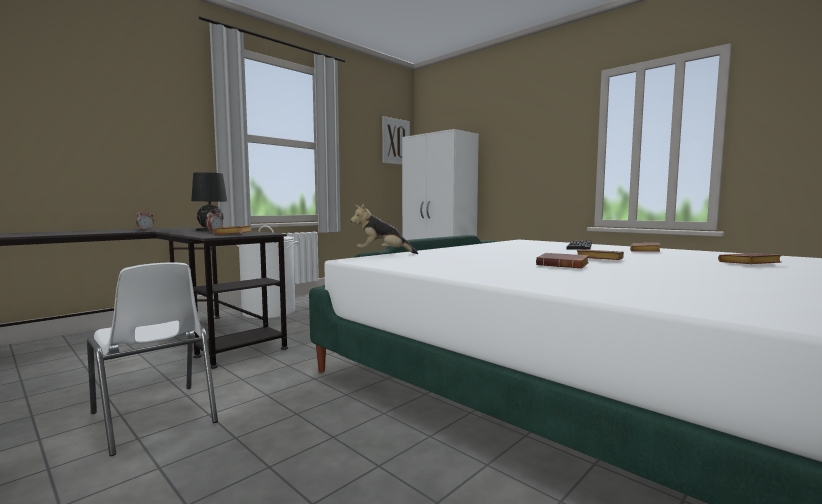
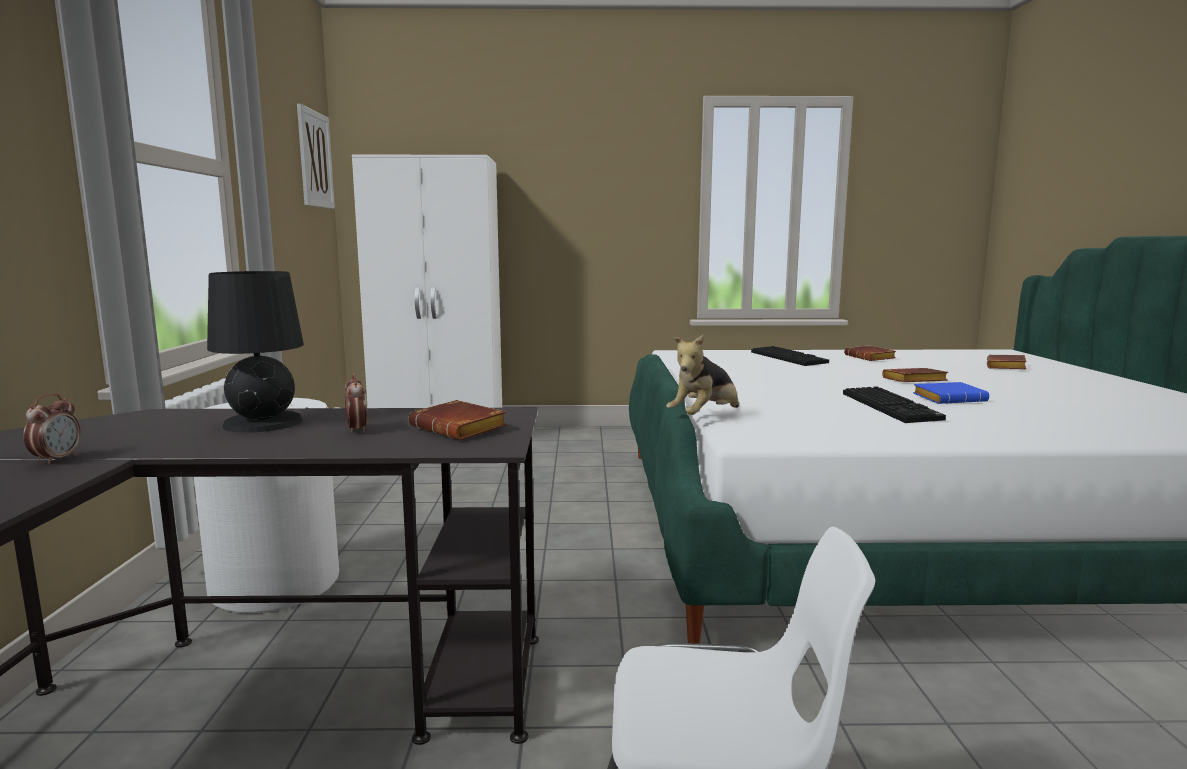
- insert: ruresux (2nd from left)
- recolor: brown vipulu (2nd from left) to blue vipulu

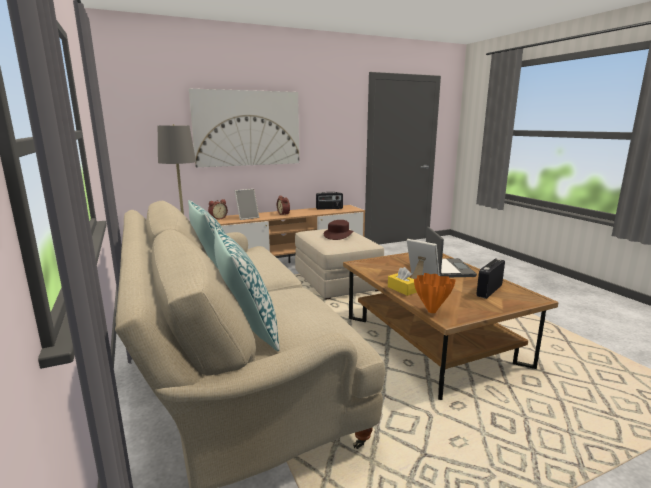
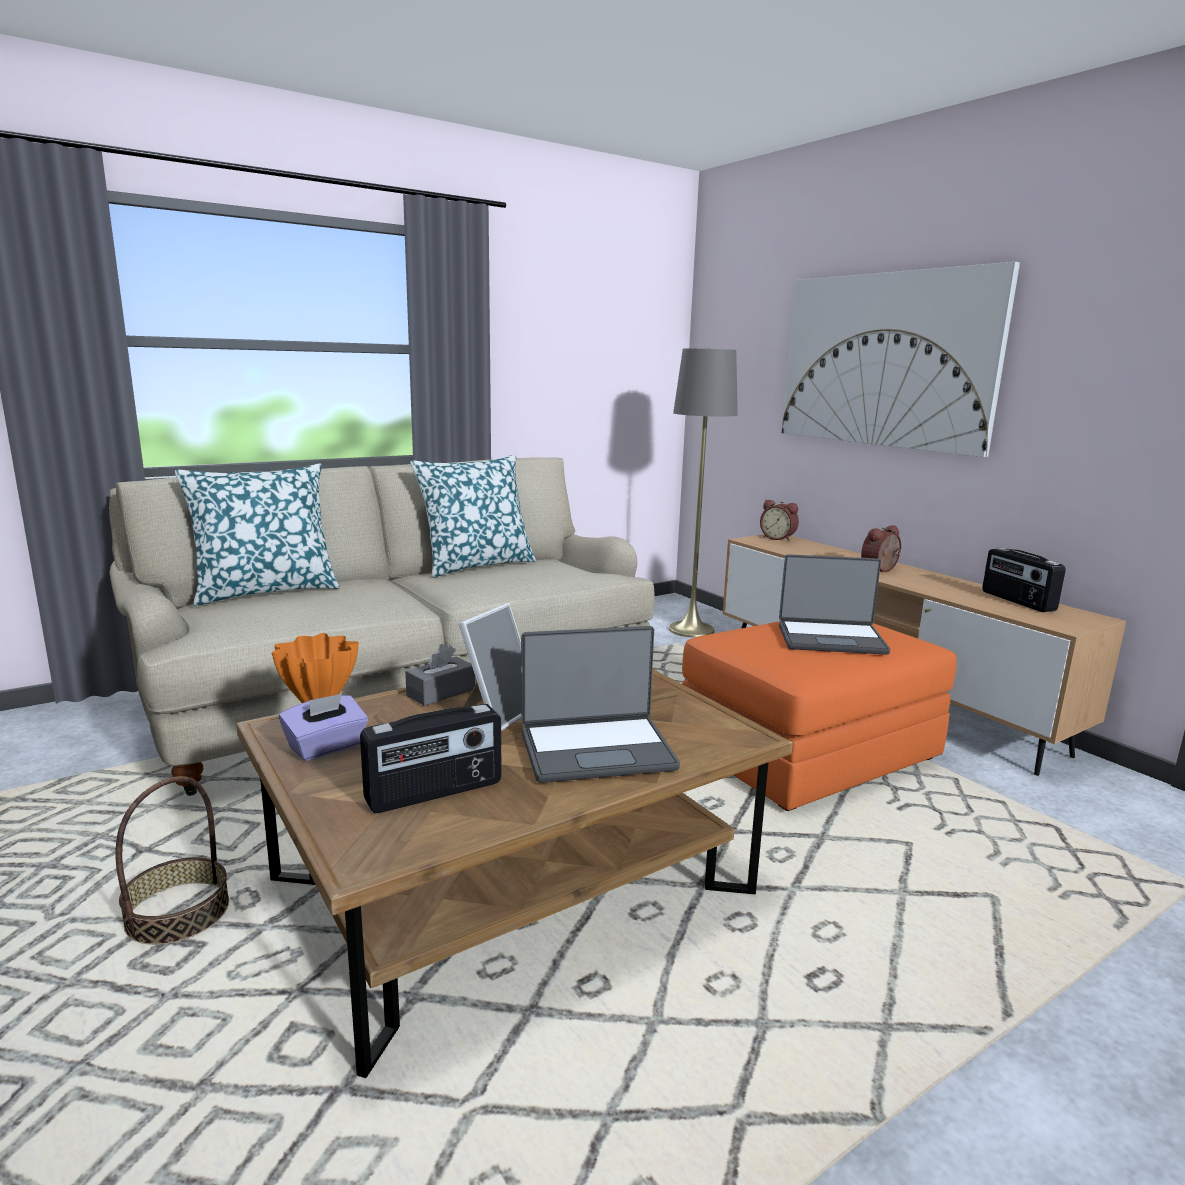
- delete: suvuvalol (1st from left)
- insert: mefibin
- insert: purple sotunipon
- replace: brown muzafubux to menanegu (2nd from left)
- recolor: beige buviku to orange buviku
- recolor: yellow sotunipon to grey sotunipon
- rotate: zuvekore (2nd from left in the first image) 120 degrees clockwise

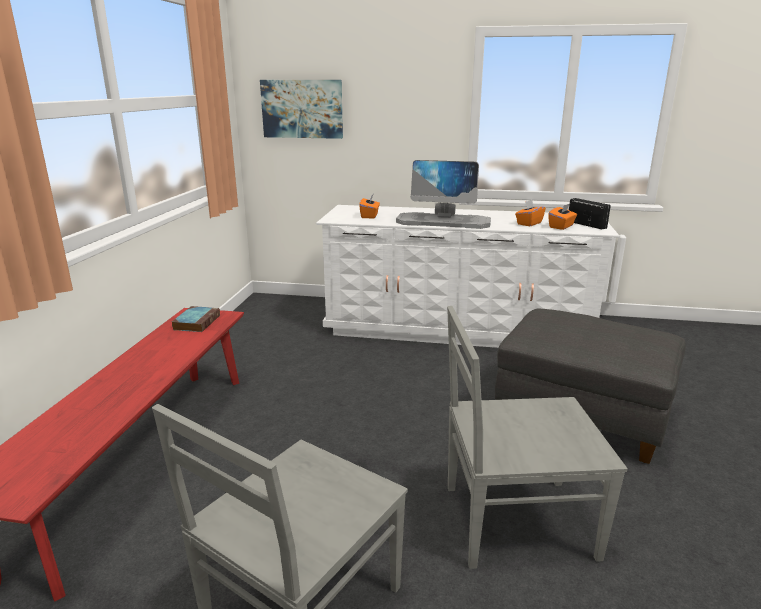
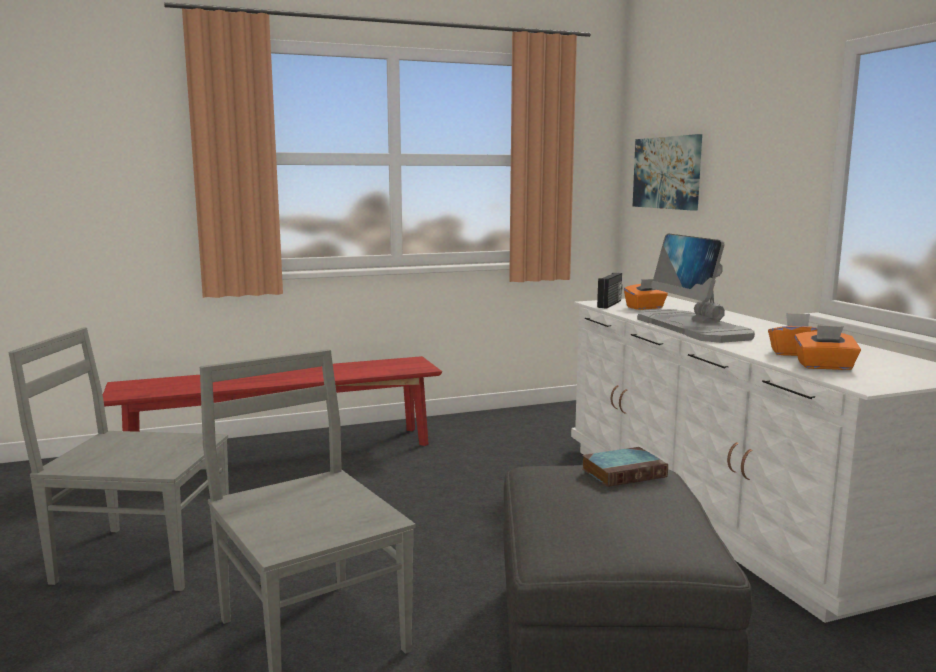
- move: vipulu
- move: zuvekore

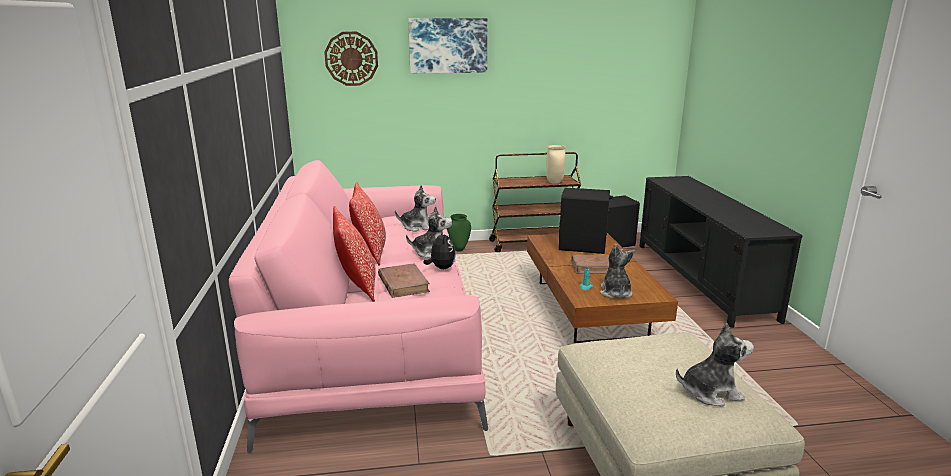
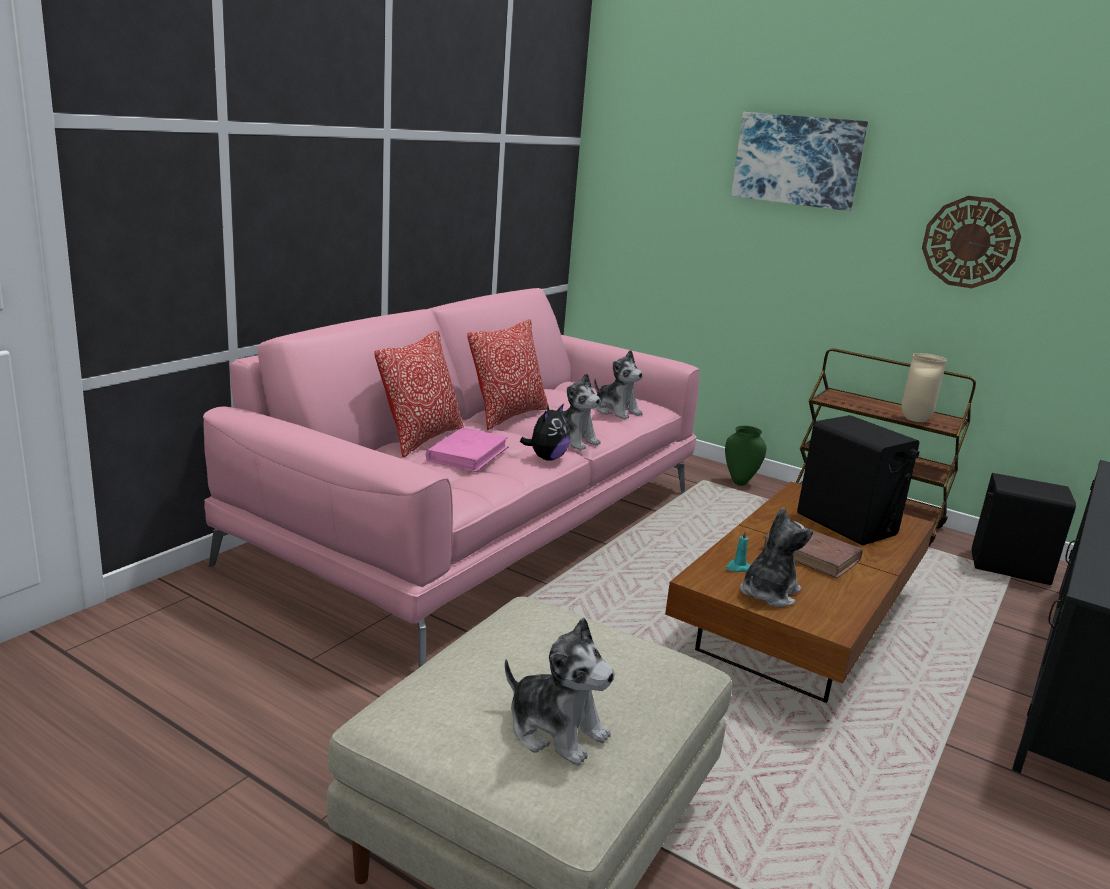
- move: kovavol
- recolor: brown vipulu (1st from left) to pink vipulu

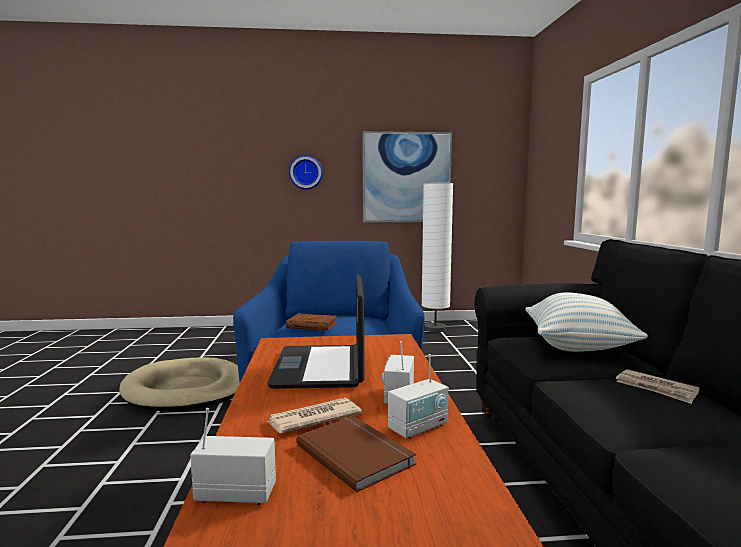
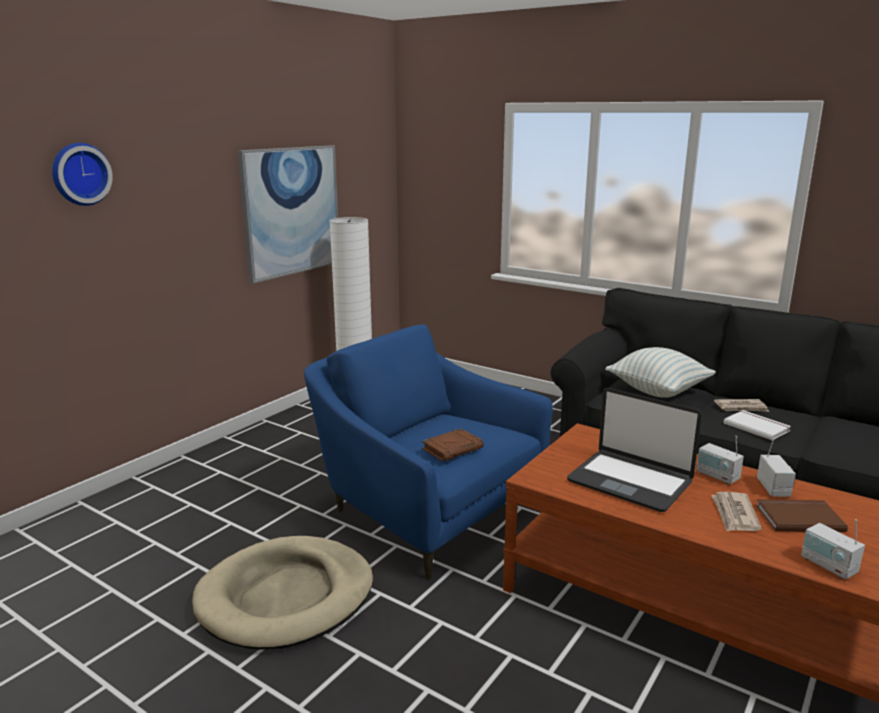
- insert: white vipulu
- move: kovavol
- rotate: zuvekore (1st from left in the first image) 75 degrees counterclockwise

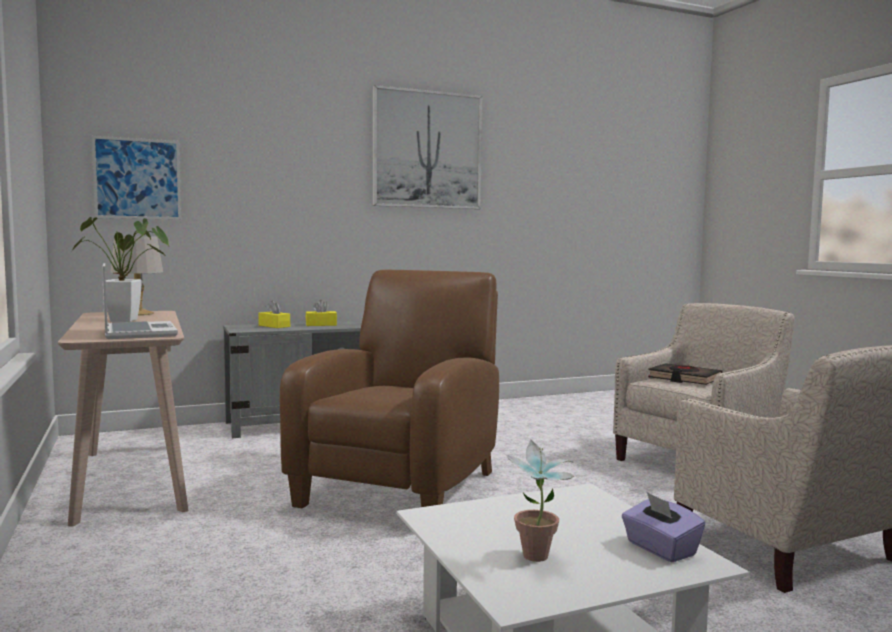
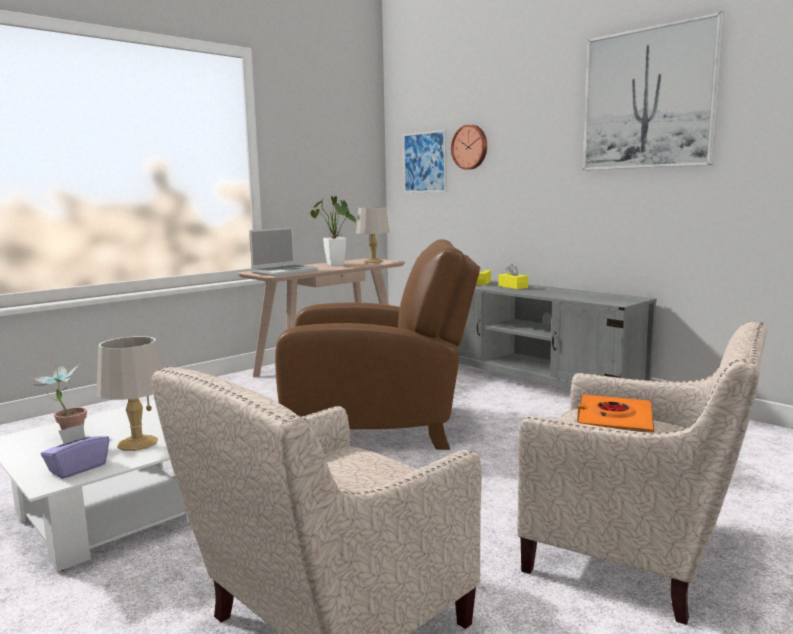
- insert: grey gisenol (1st from left)
- insert: kovavol
- recolor: black vipulu to orange vipulu

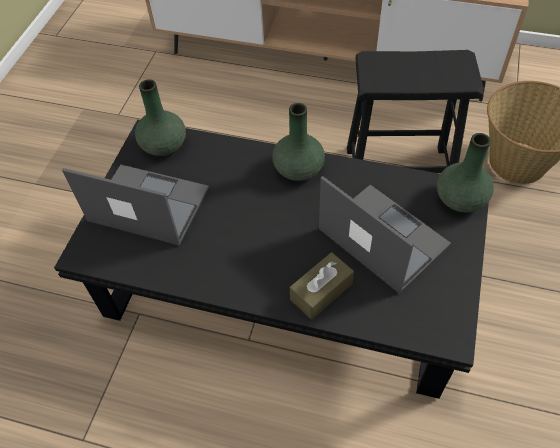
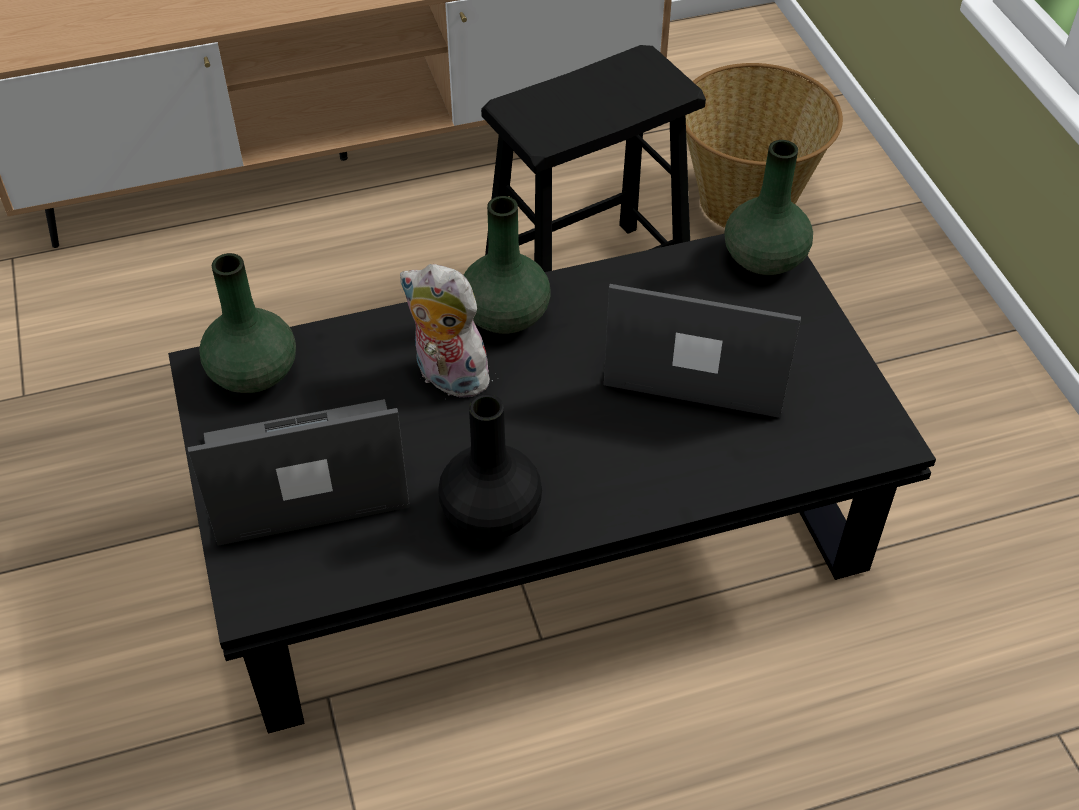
- delete: brown sotunipon
- insert: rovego
- insert: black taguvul

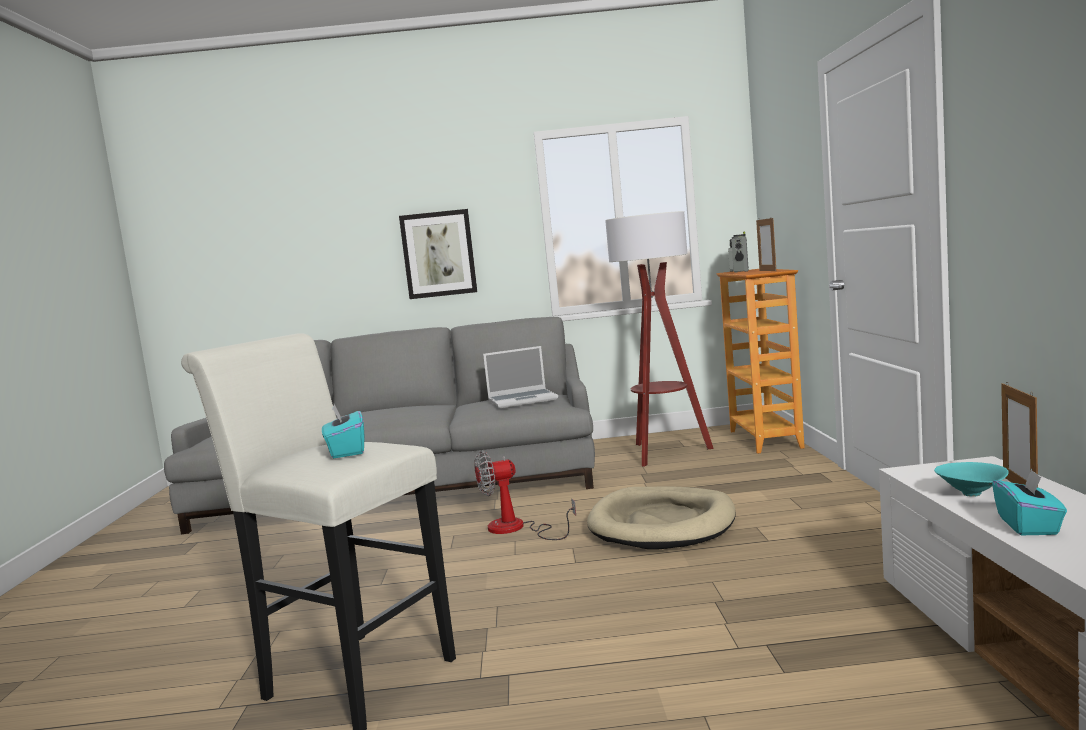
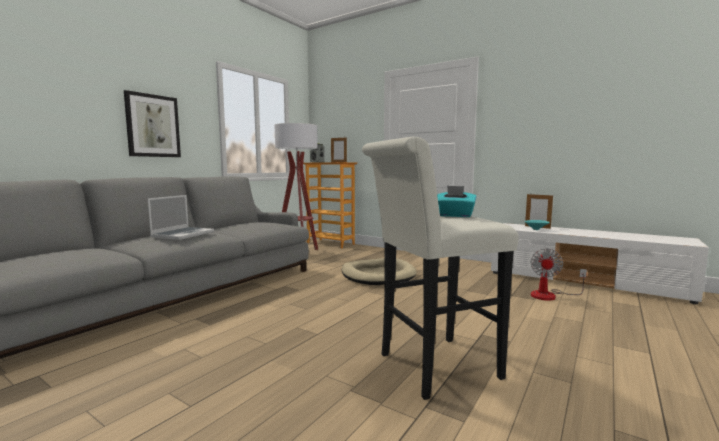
- delete: turquoise sotunipon (2nd from left)
- move: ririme
- move: menanegu

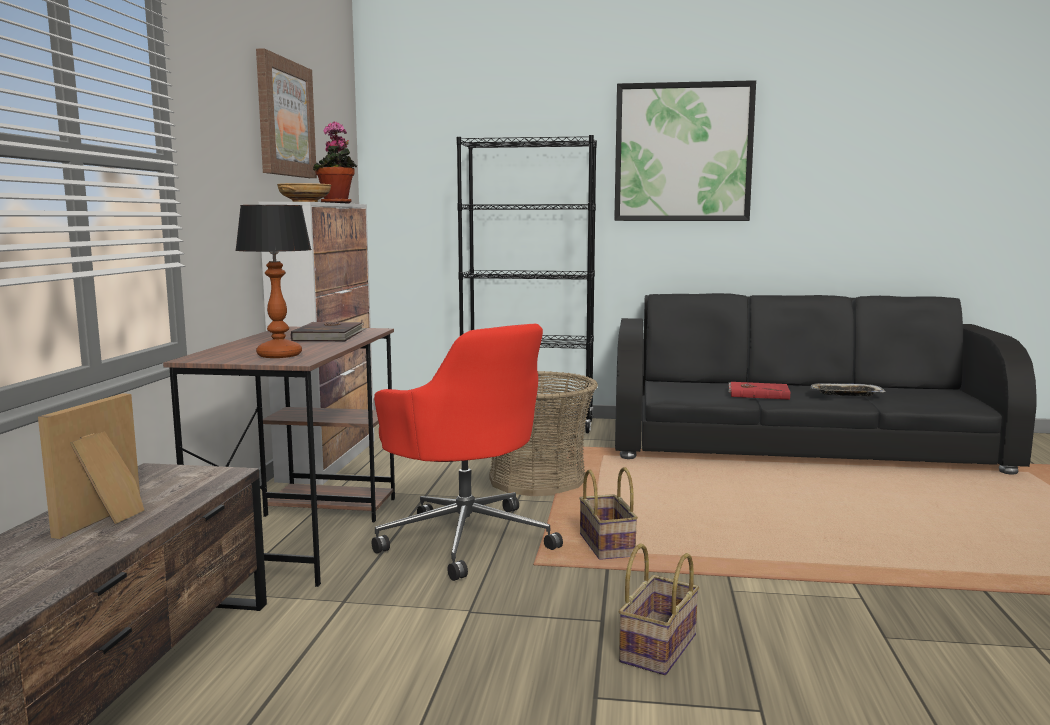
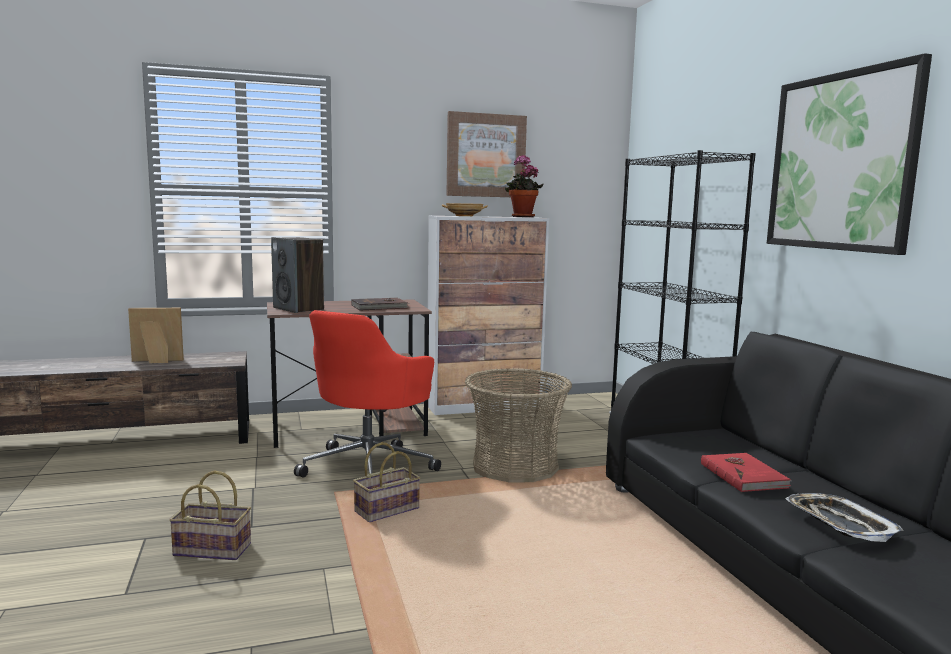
- replace: gisenol to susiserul

